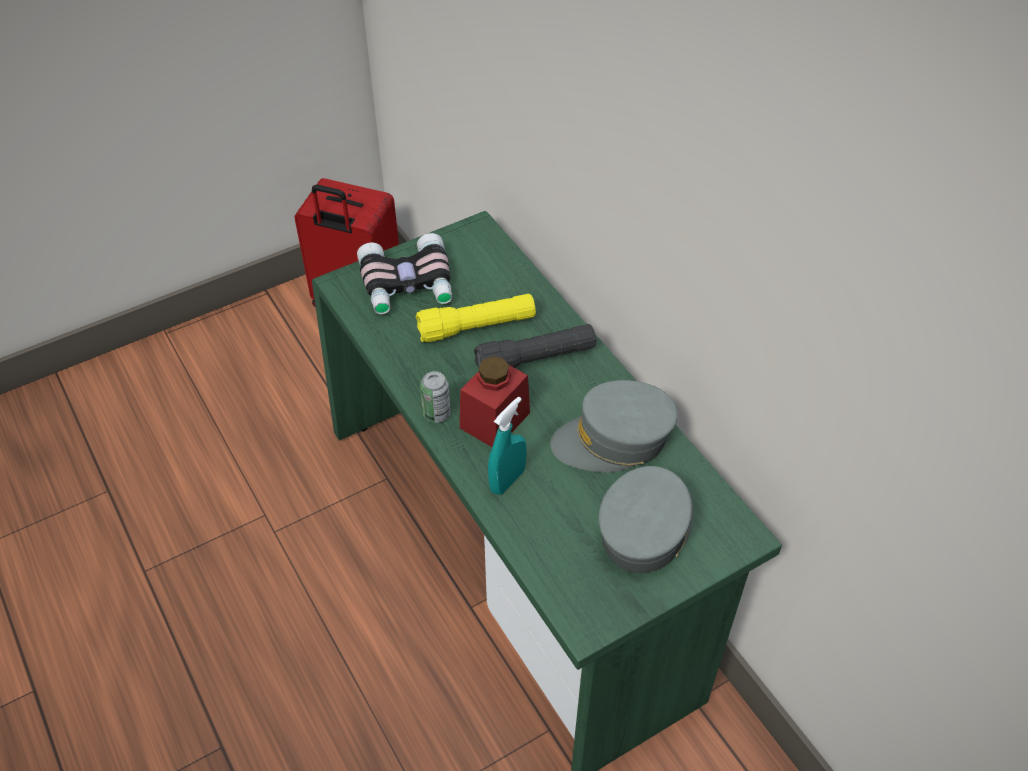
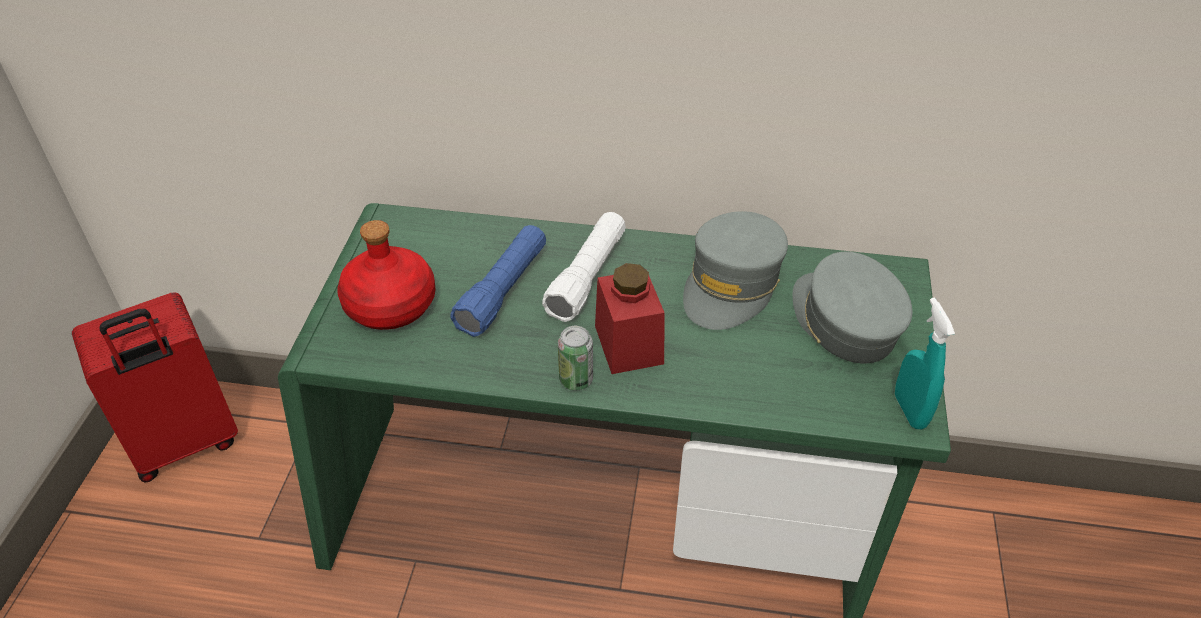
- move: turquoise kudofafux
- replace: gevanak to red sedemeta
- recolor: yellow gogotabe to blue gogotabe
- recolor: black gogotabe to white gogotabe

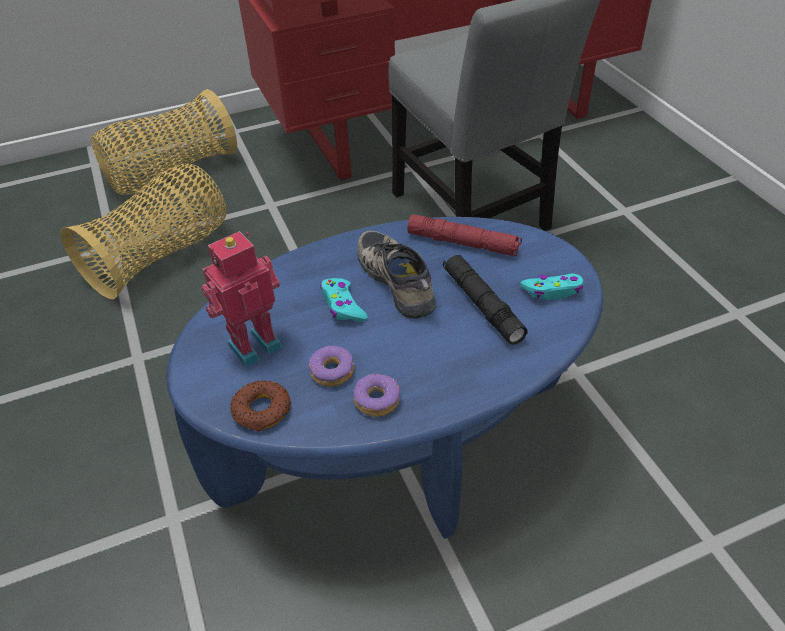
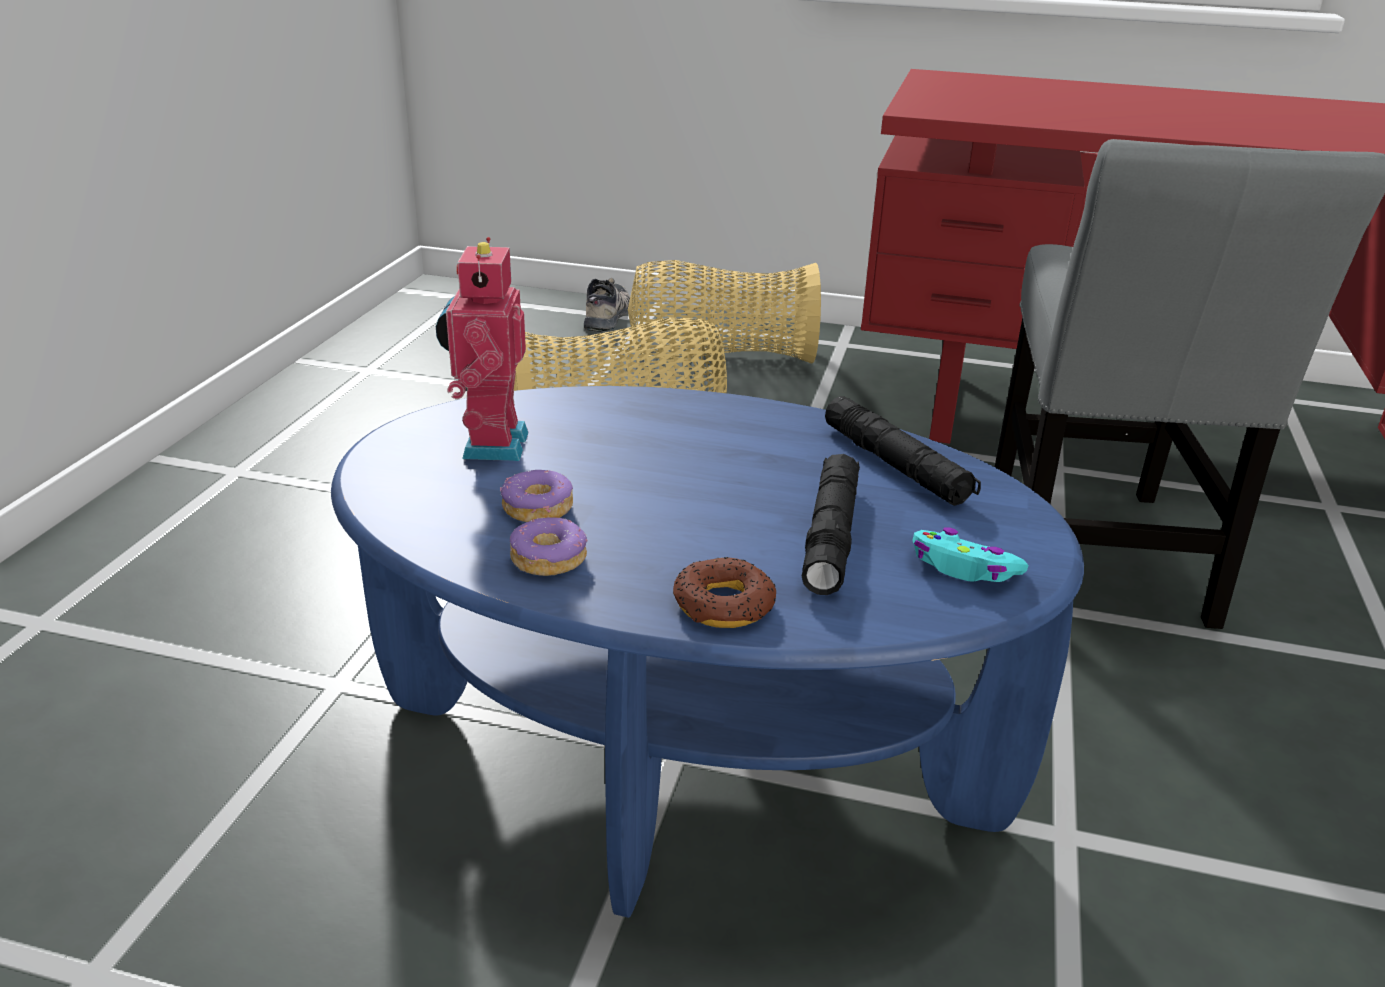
- delete: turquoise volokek (1st from left)
- move: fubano (1st from left in the first image) to fubano (3rd from left)
- move: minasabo
- recolor: red gogotabe to black gogotabe (2nd from left)
- rotate: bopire 90 degrees counterclockwise

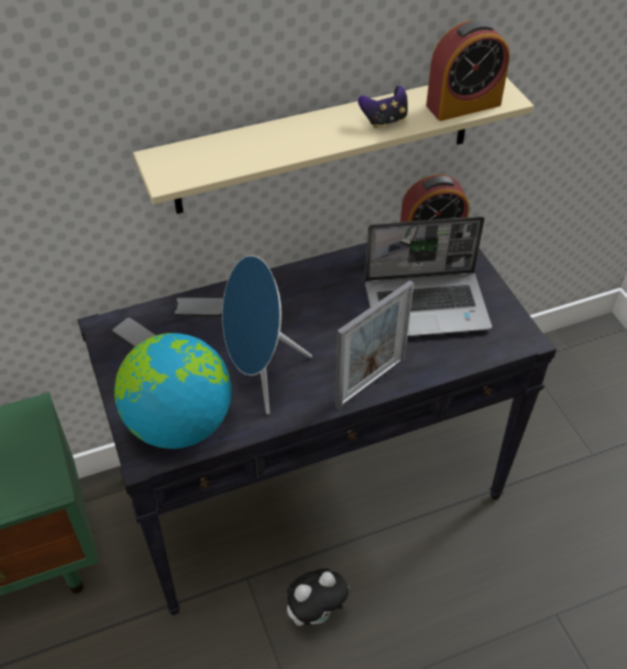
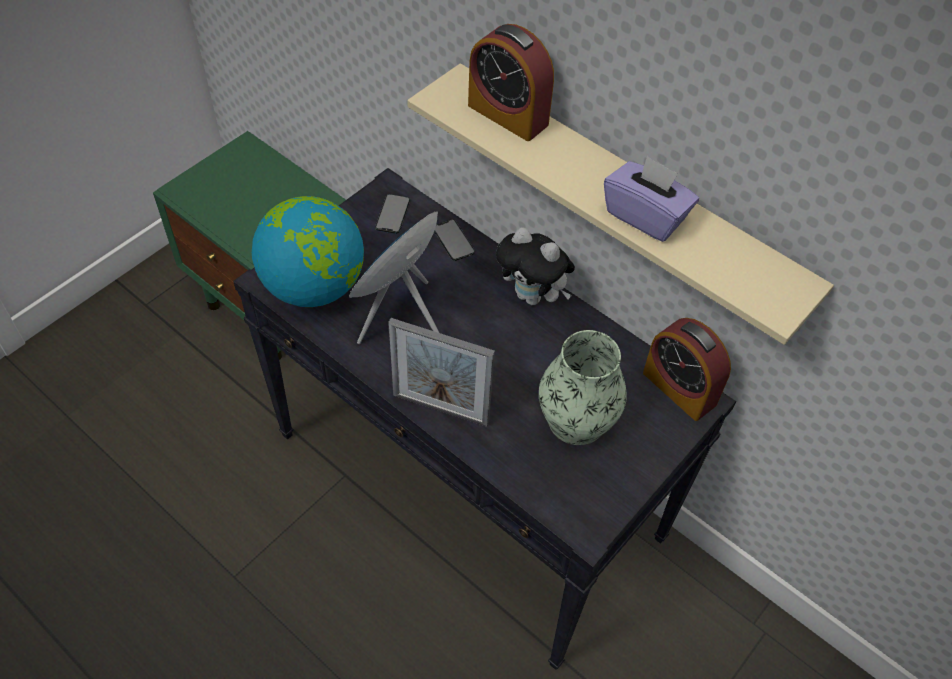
- move: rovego
- move: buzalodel (2nd from left in the first image) to buzalodel (1st from left)
- replace: volokek to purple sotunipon
- replace: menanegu to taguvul

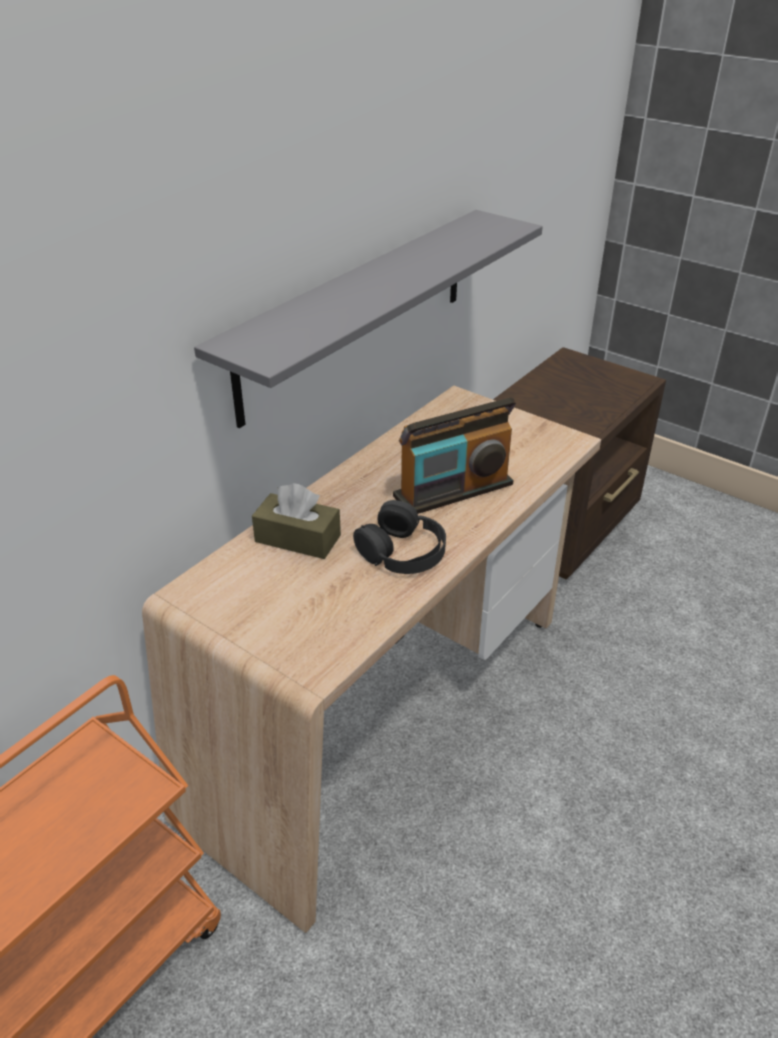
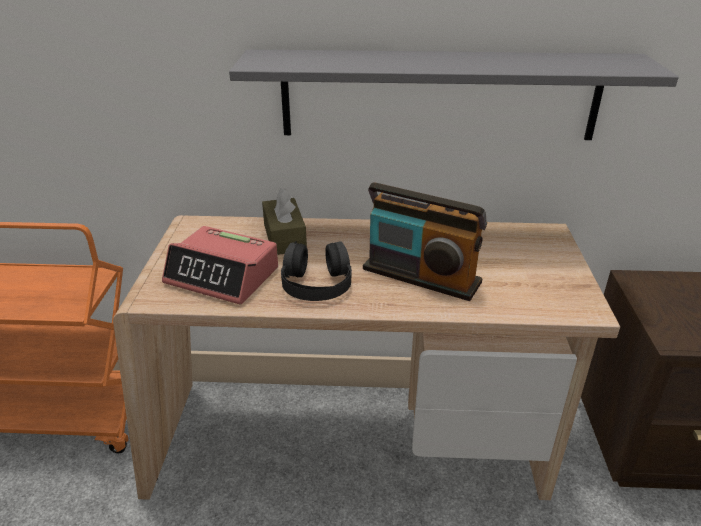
- insert: buzalodel

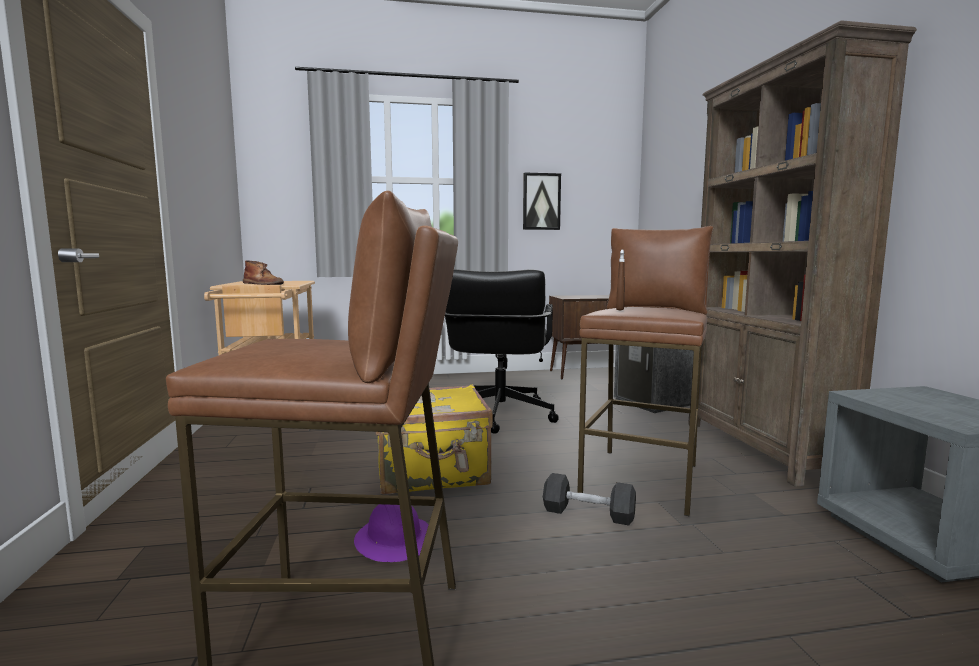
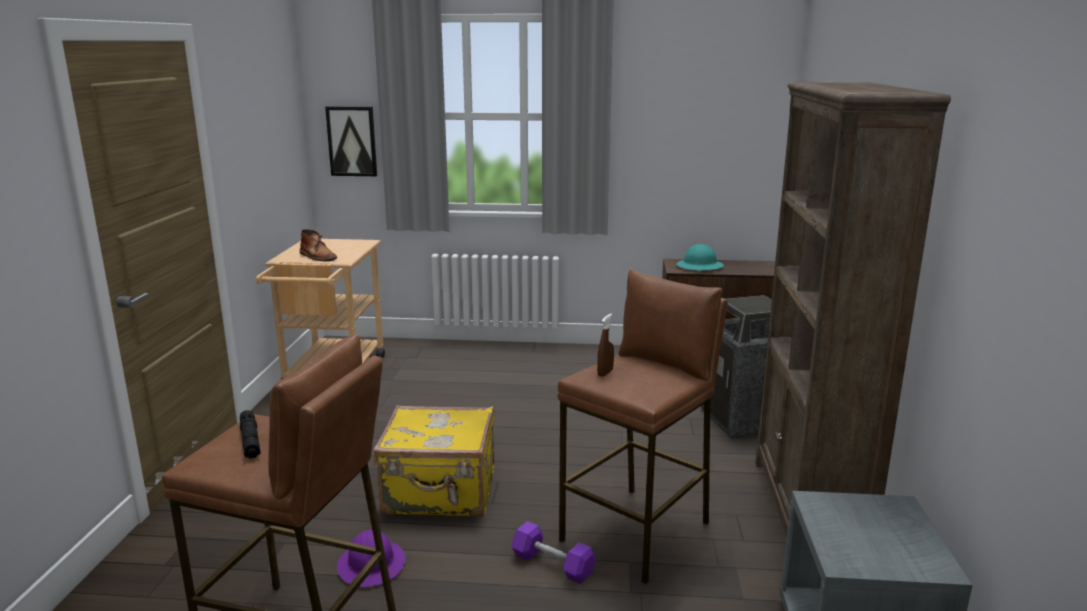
- delete: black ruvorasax
- insert: black gogotabe
- insert: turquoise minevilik
- move: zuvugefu
- recolor: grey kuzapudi to purple kuzapudi

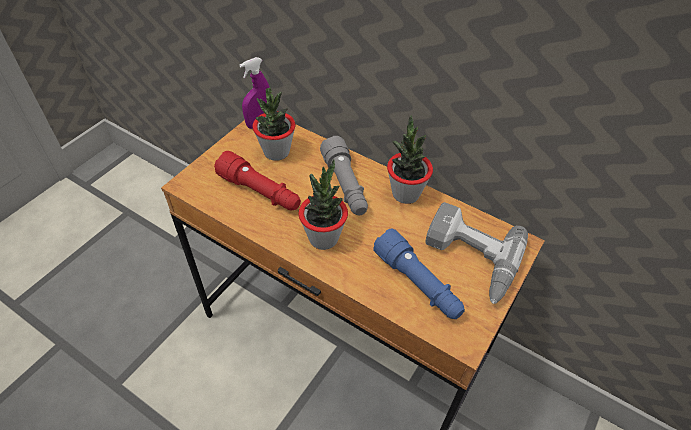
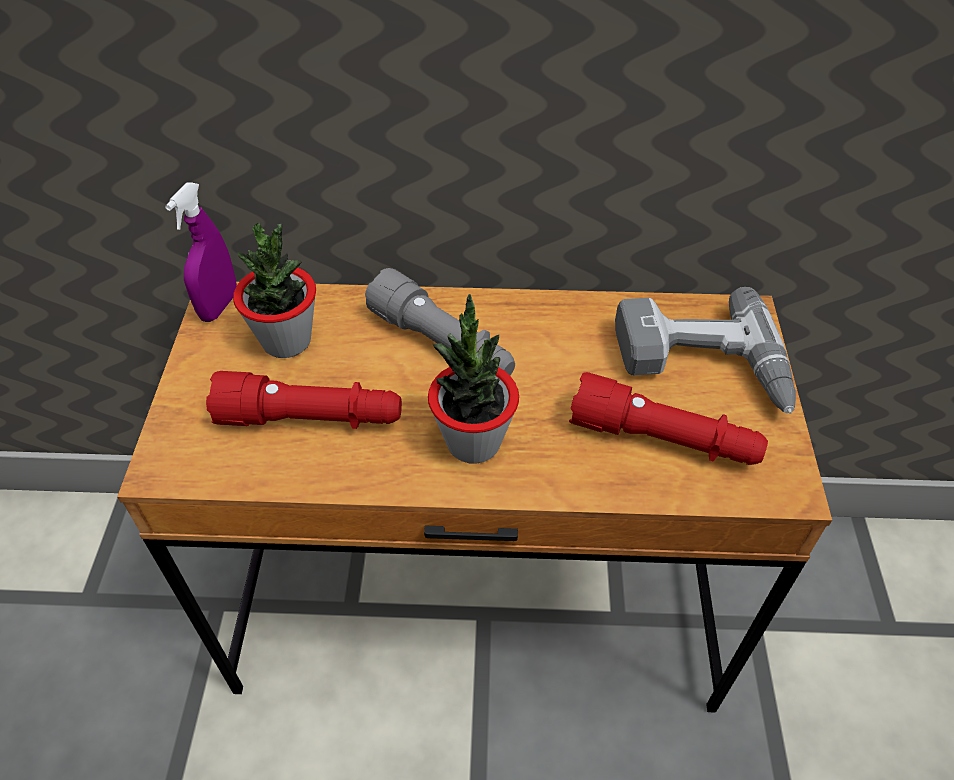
- delete: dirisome (3rd from left)
- recolor: blue gogotabe to red gogotabe (2nd from left)

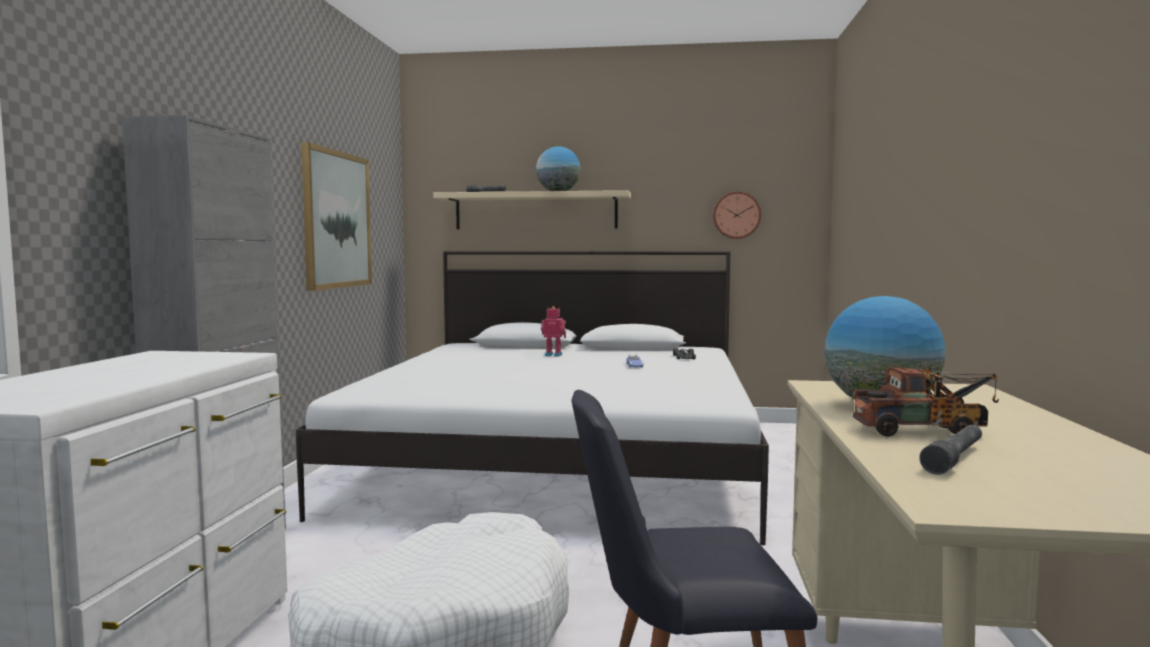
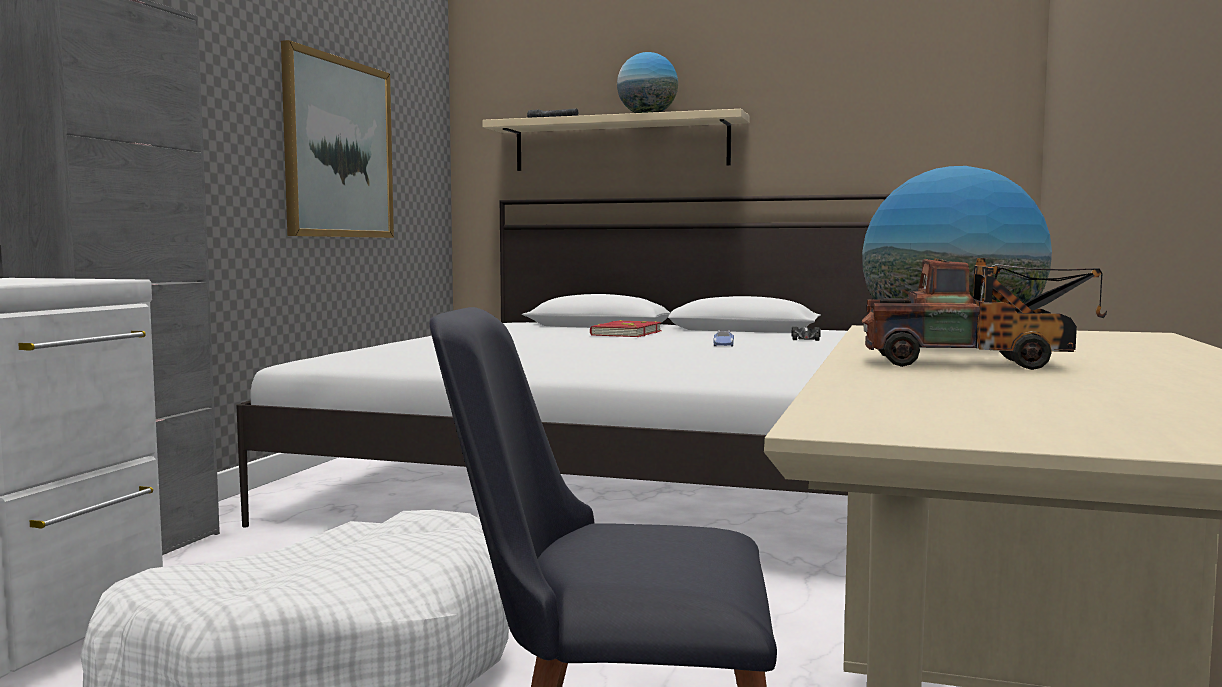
- delete: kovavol
- delete: grey gogotabe (2nd from left)
- replace: bopire to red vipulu

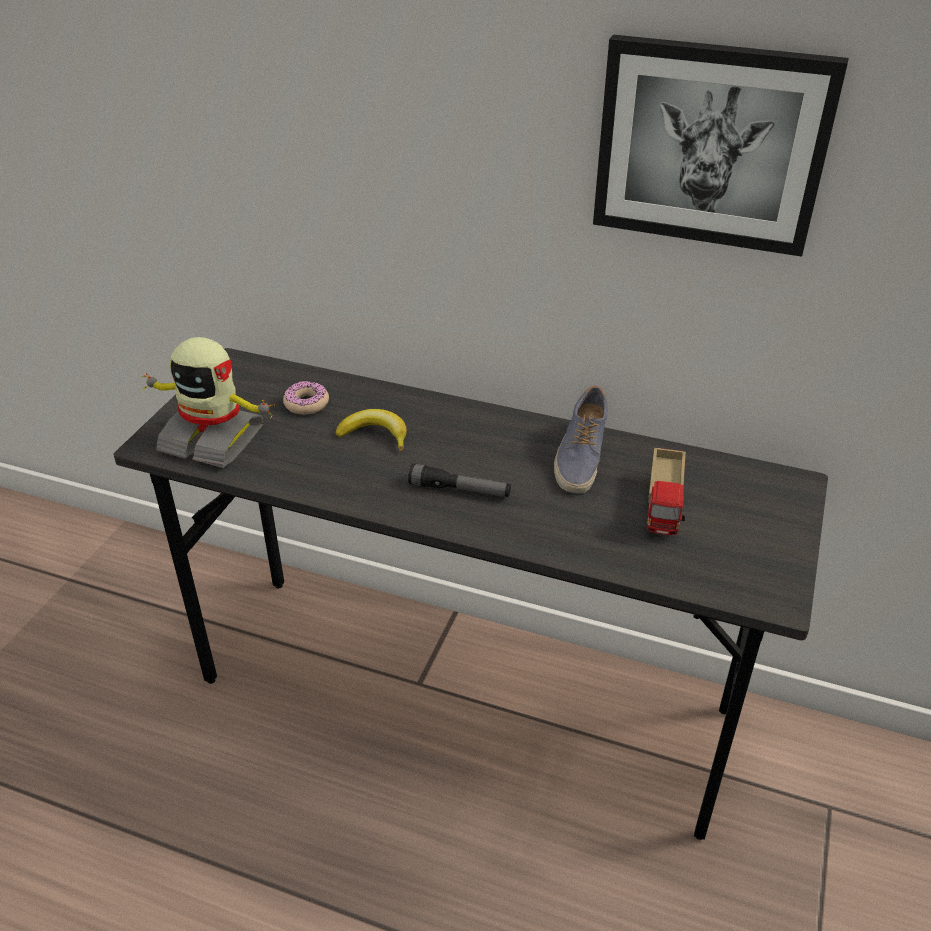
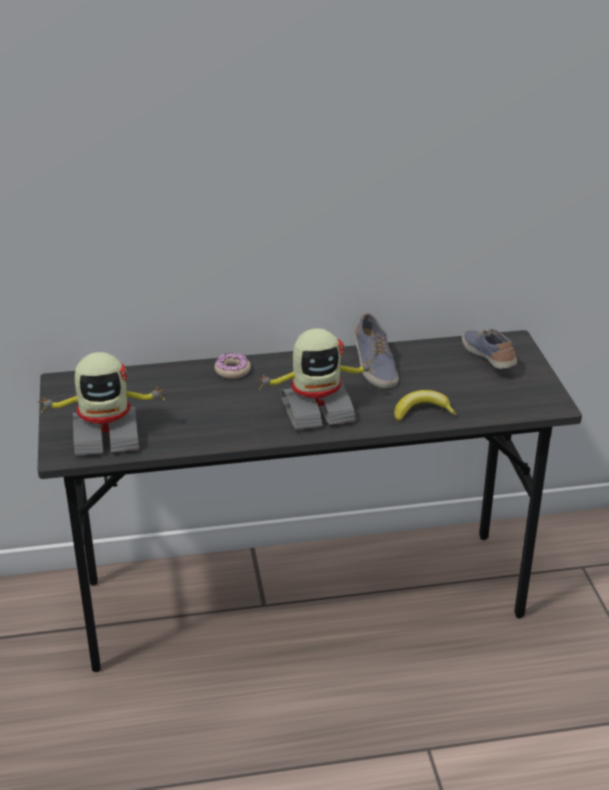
- delete: zuvugefu
- delete: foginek
- insert: minasabo (2nd from left)
- move: fubano
- move: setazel
- replace: gogotabe to bopire (2nd from left)

